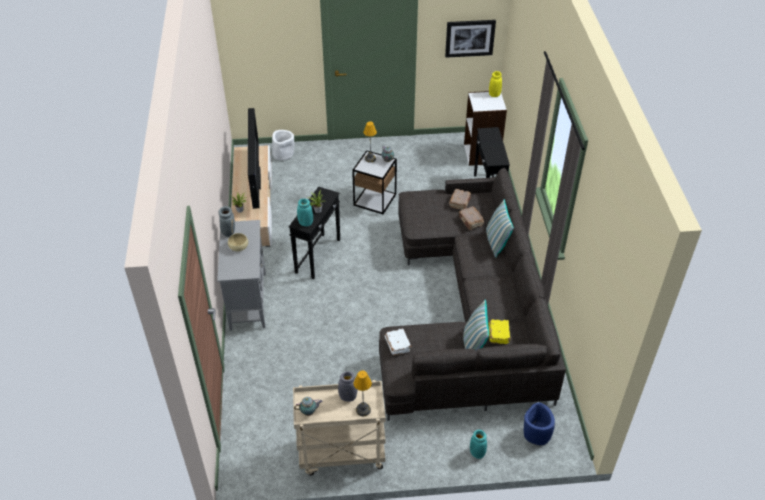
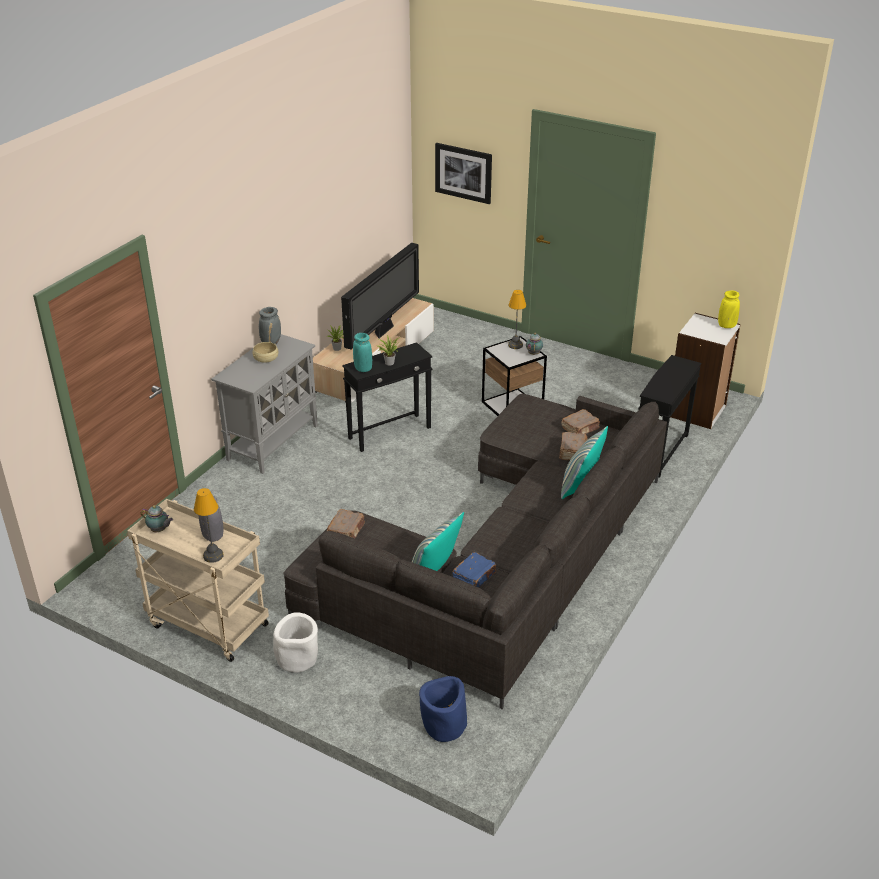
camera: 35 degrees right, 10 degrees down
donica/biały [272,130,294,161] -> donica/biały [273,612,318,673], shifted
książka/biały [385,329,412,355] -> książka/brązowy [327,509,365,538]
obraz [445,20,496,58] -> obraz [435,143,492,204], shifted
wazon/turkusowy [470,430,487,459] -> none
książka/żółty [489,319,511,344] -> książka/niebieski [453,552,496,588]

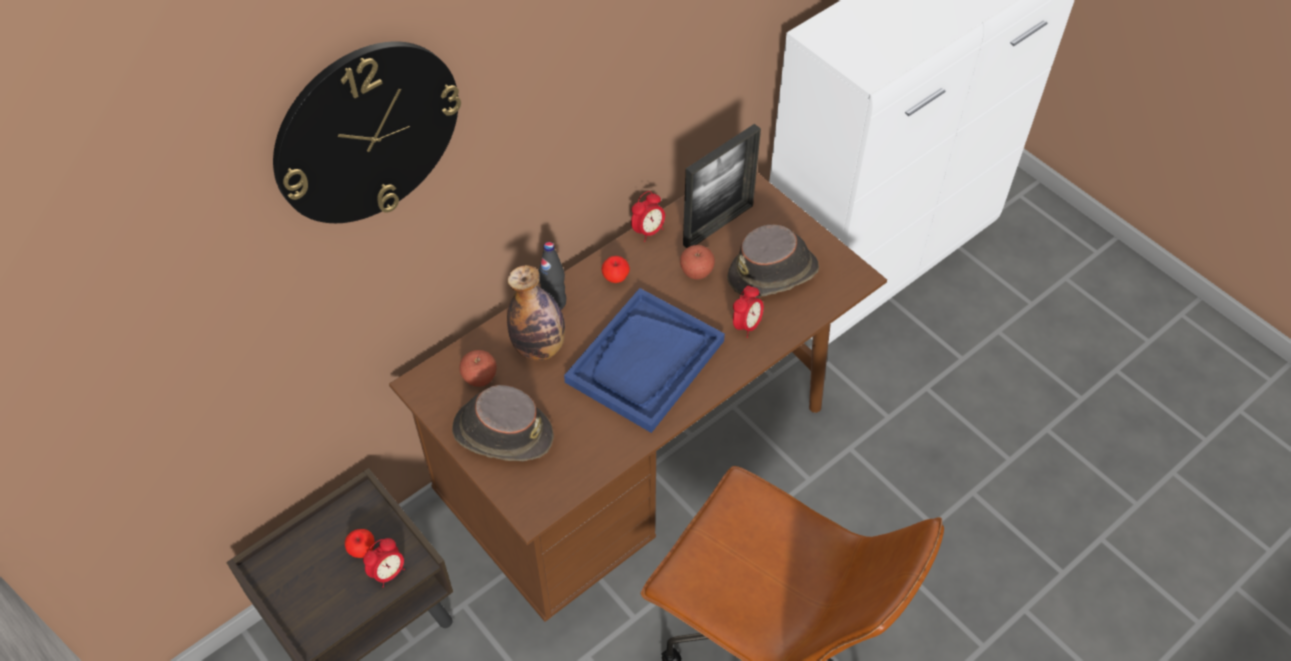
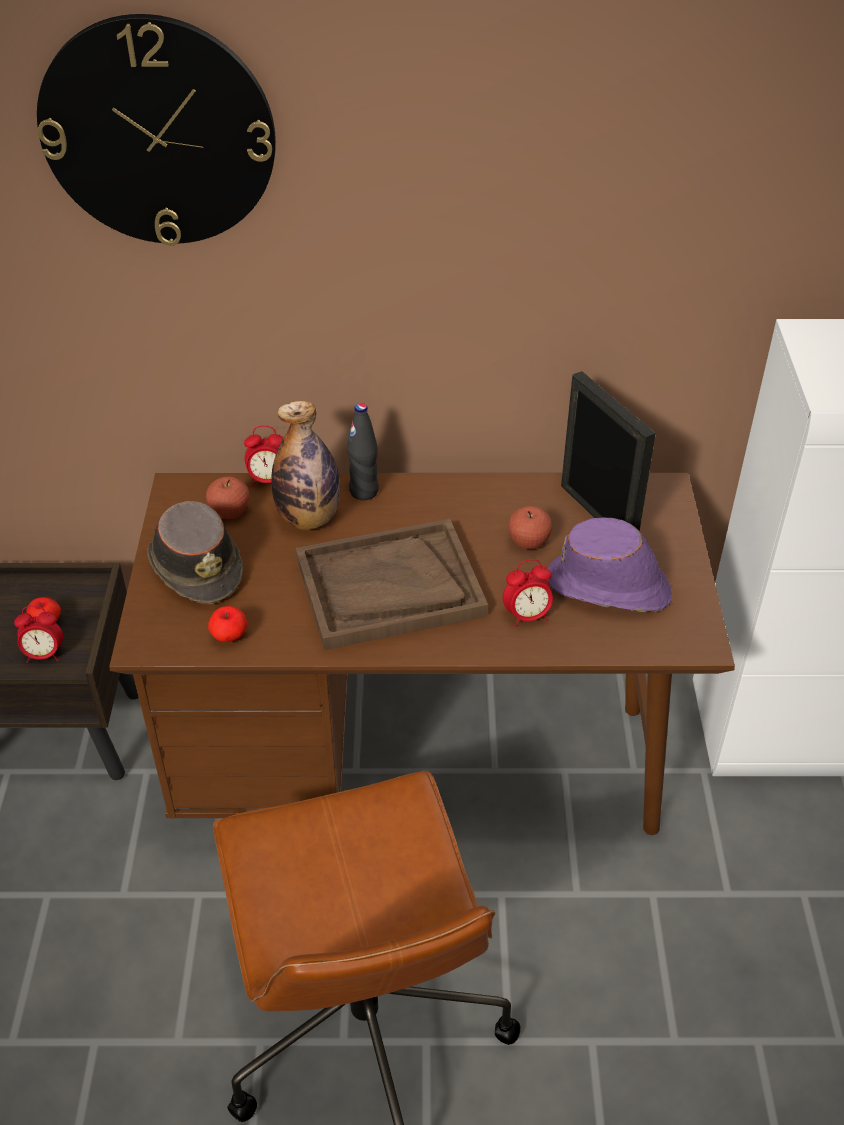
camera: 40 degrees right, 10 degrees down
taca/niebieski [564,288,725,433] -> taca/brązowy [296,519,488,650]
jabłko [602,256,630,283] -> jabłko [208,606,247,642], shifted
budzik [631,191,665,242] -> budzik [244,426,284,487], shifted
ramka na zdjęcie [683,124,761,248] -> ramka na zdjęcie [561,371,656,531], 120 degrees counterclockwise
kapelusz/brązowy [727,224,819,297] -> kapelusz/fioletowy [547,517,672,612]

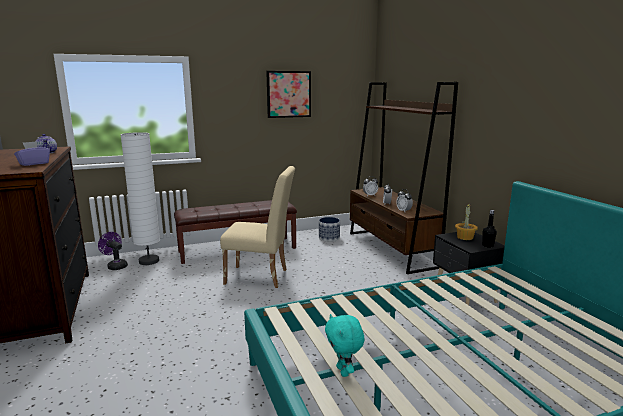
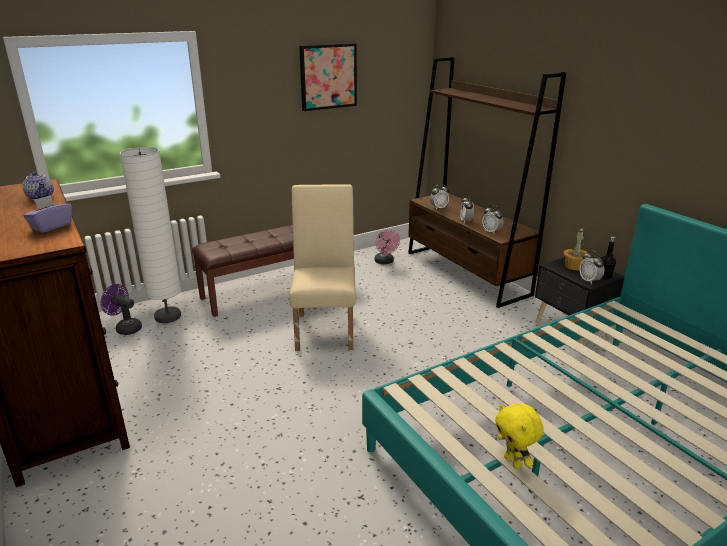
camera: 10 degrees left, 10 degrees up
krzesło/beżowy [220,166,295,288] -> krzesło/beżowy [290,184,356,351], 90 degrees counterclockwise
donica [319,217,340,242] -> wentylator/różowy [375,229,400,264]
pluszak/turkusowy [325,314,364,377] -> pluszak/żółty [495,404,543,469]
none -> budzik [579,251,604,284]

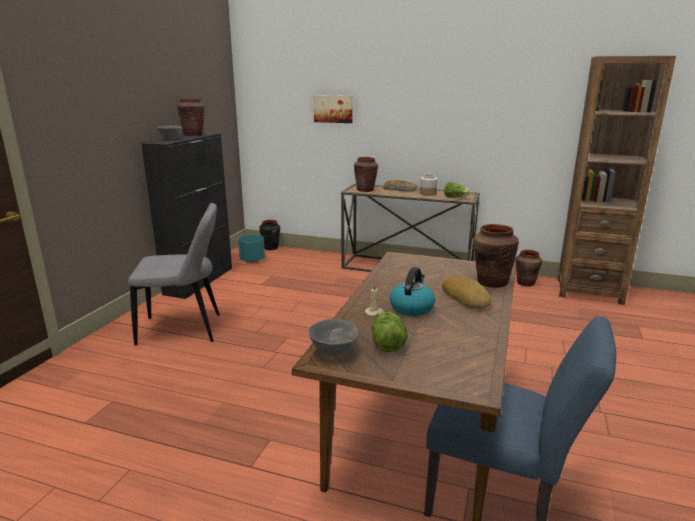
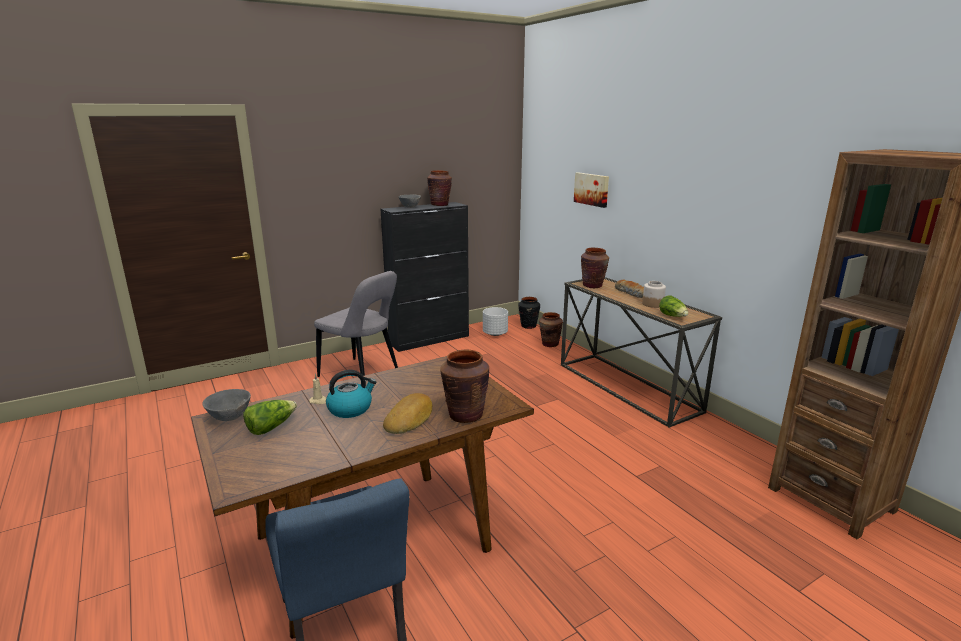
camera: 40 degrees right, 0 degrees up
donica/turkusowy [238,234,265,263] -> donica/biały [483,307,508,336]
wazon/brązowy [516,250,542,287] -> wazon/brązowy [539,312,563,347], shifted

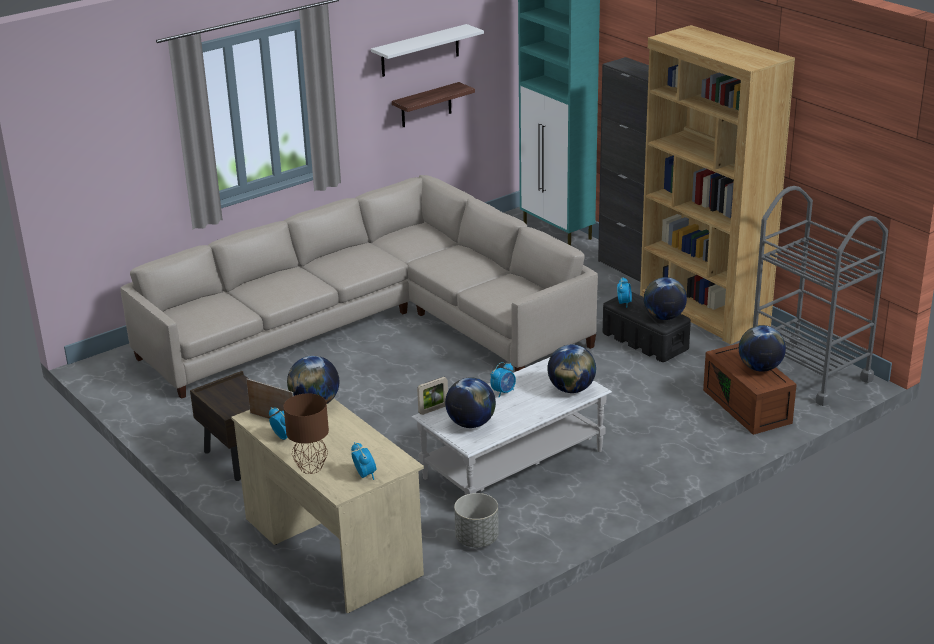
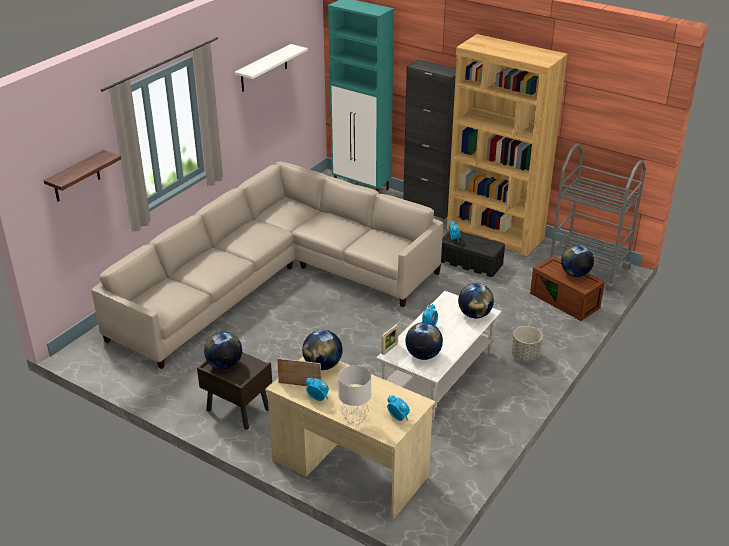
camera: 20 degrees left, 5 degrees up
lampa stołowa/brązowy [284,393,329,474] -> lampa stołowa/szary [338,365,371,426]
półka [392,82,475,127] -> półka [44,150,121,202], shifted
donica/szary [454,493,499,547] -> donica/szary [511,326,543,362], shifted
globus [644,277,687,320] -> globus [204,332,242,370], shifted

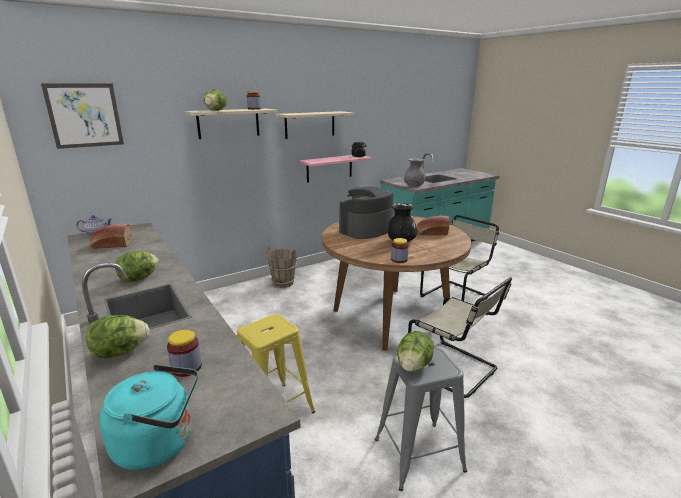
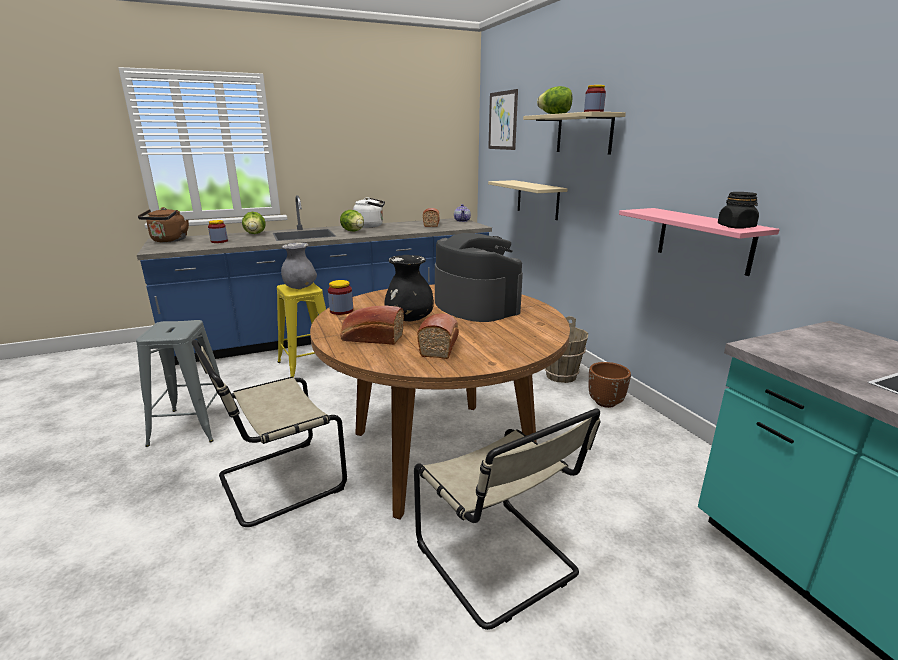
camera: 100 degrees right, 0 degrees up
czajnik/turkusowy [99,364,198,470] -> czajnik/brązowy [138,207,189,242]
półka/beżowy [276,111,355,139] -> półka/beżowy [488,180,568,220], shifted
sałata [397,331,434,372] -> none
wazon/szary [404,158,425,187] -> wazon/szary [281,243,317,289], shifted
none -> chleb [340,305,404,345]
none -> czajnik/biały [353,197,385,228]
none -> donica/brązowy [589,362,631,408]

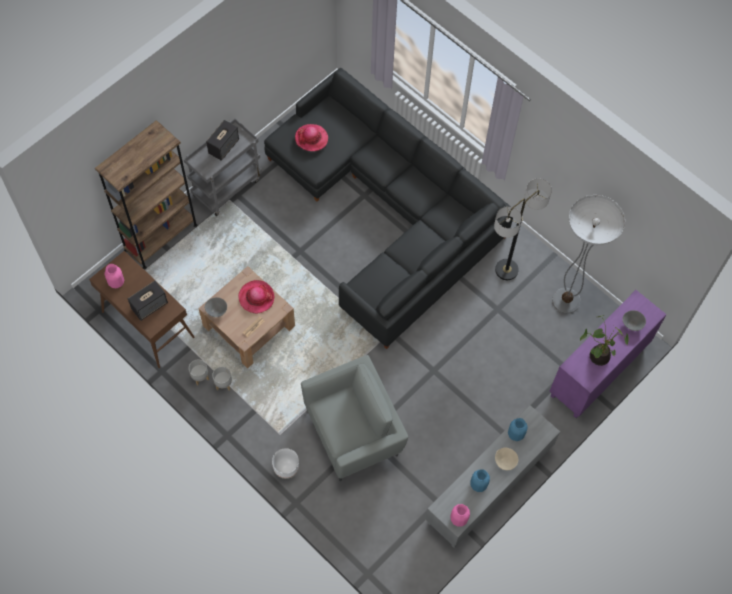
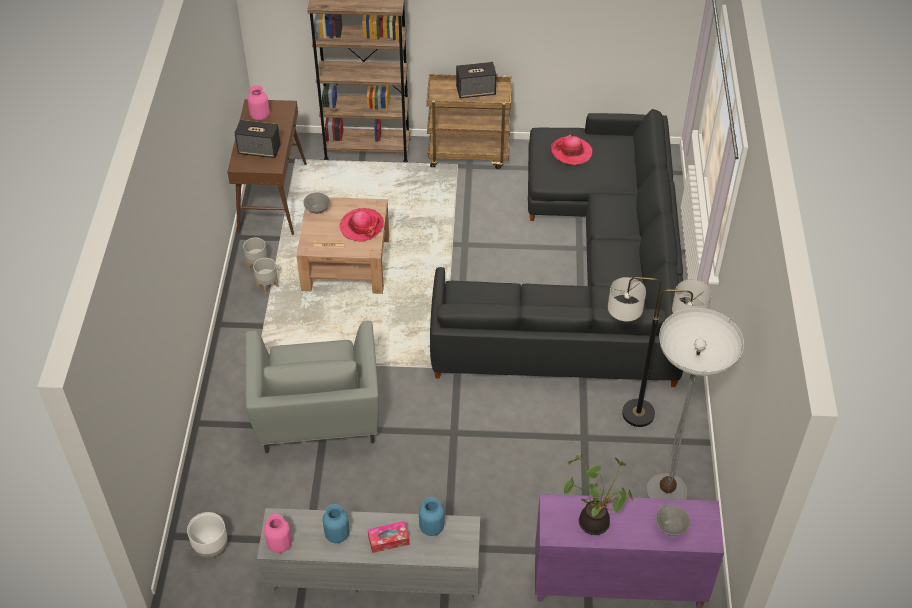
camera: 50 degrees right, 15 degrees down
wózek/szary [184,119,262,216] -> wózek/brązowy [427,73,512,169]
donica/biały [272,448,299,479] -> donica/biały [187,512,227,558], shifted
fotel/szary [301,355,408,481] -> fotel/szary [245,321,379,453], 60 degrees clockwise
miska/beżowy [495,448,518,470] -> pudełko chusteczek [368,521,410,553]

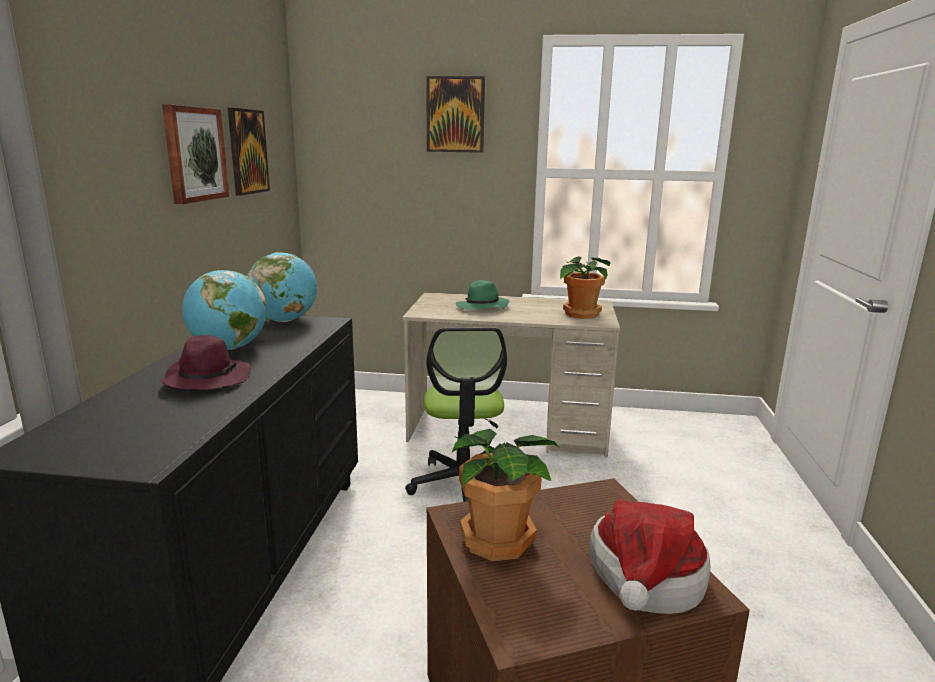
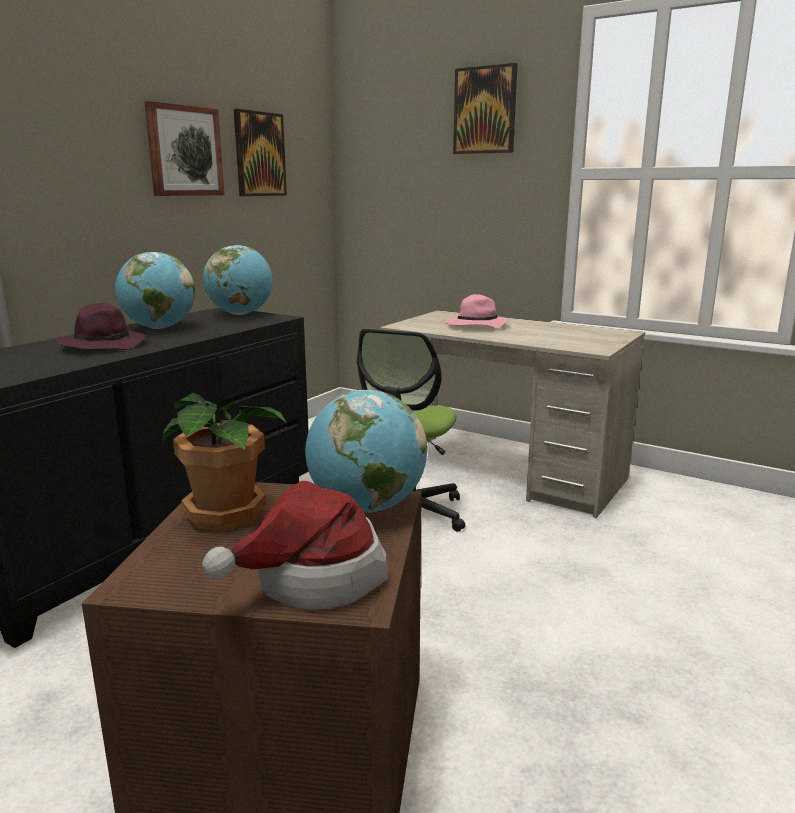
camera: 25 degrees right, 0 degrees up
kapelusz/zielony [456,280,509,310] -> kapelusz/różowy [446,294,509,328]
roślina doniczkowa [560,256,611,319] -> none
none -> globus [305,390,427,512]

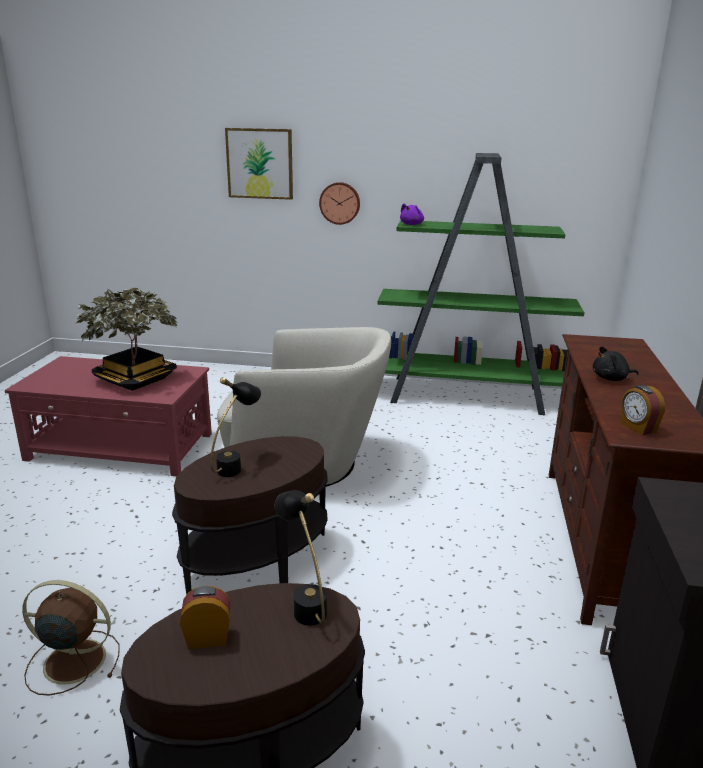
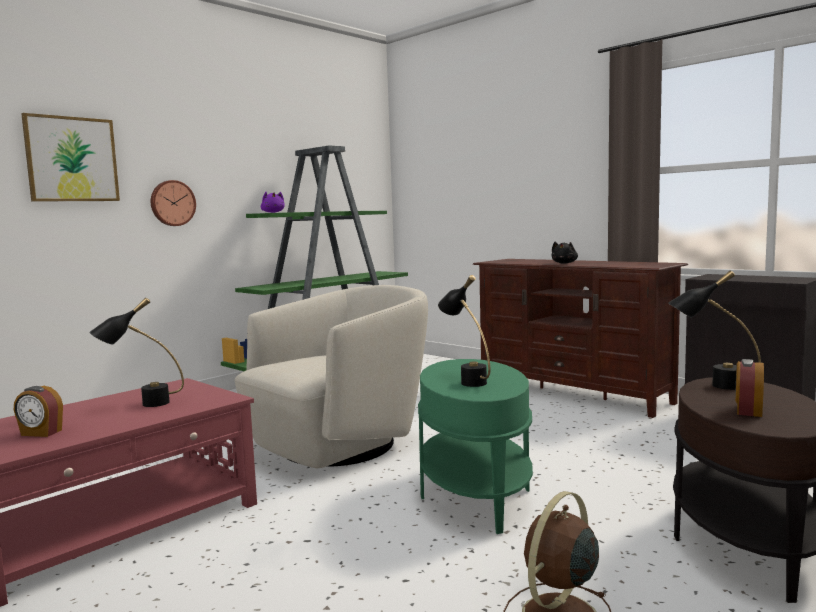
camera: 55 degrees left, 15 degrees down
roślina doniczkowa [74,288,178,391] -> lampa stołowa/czarny [89,298,184,407]
stolik/brązowy [172,436,328,594] -> stolik/zielony [418,359,533,534]
budzik [621,385,665,435] -> budzik [14,386,63,437], shifted

